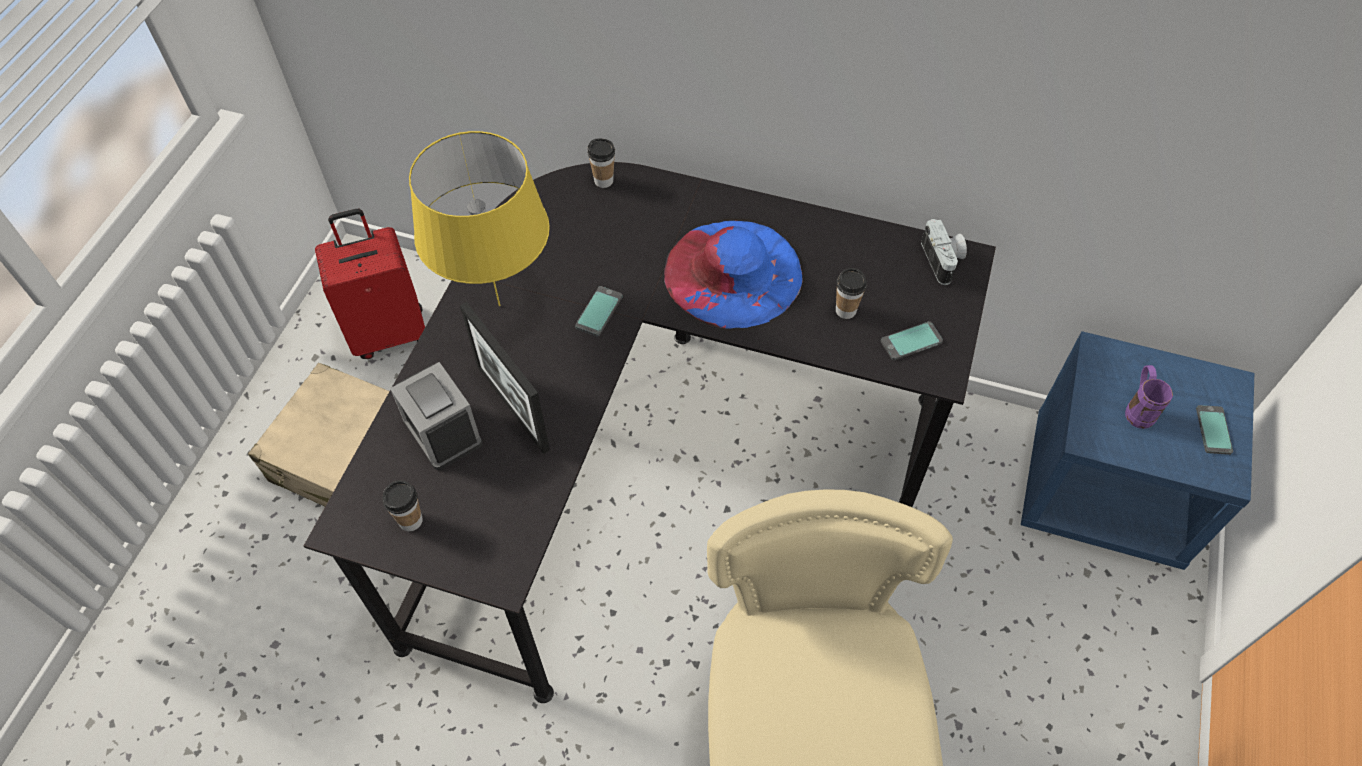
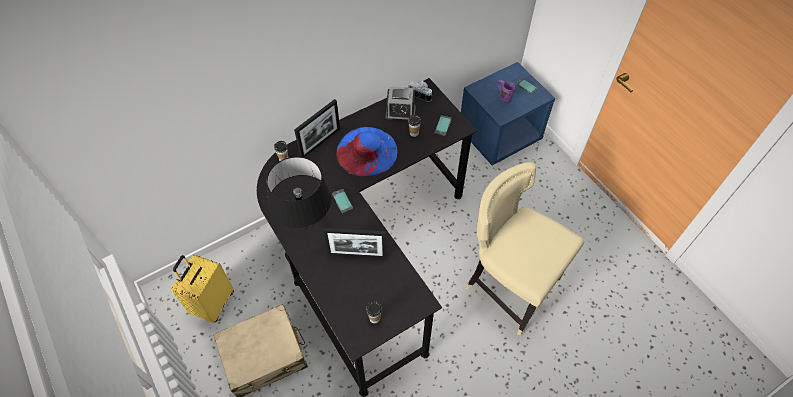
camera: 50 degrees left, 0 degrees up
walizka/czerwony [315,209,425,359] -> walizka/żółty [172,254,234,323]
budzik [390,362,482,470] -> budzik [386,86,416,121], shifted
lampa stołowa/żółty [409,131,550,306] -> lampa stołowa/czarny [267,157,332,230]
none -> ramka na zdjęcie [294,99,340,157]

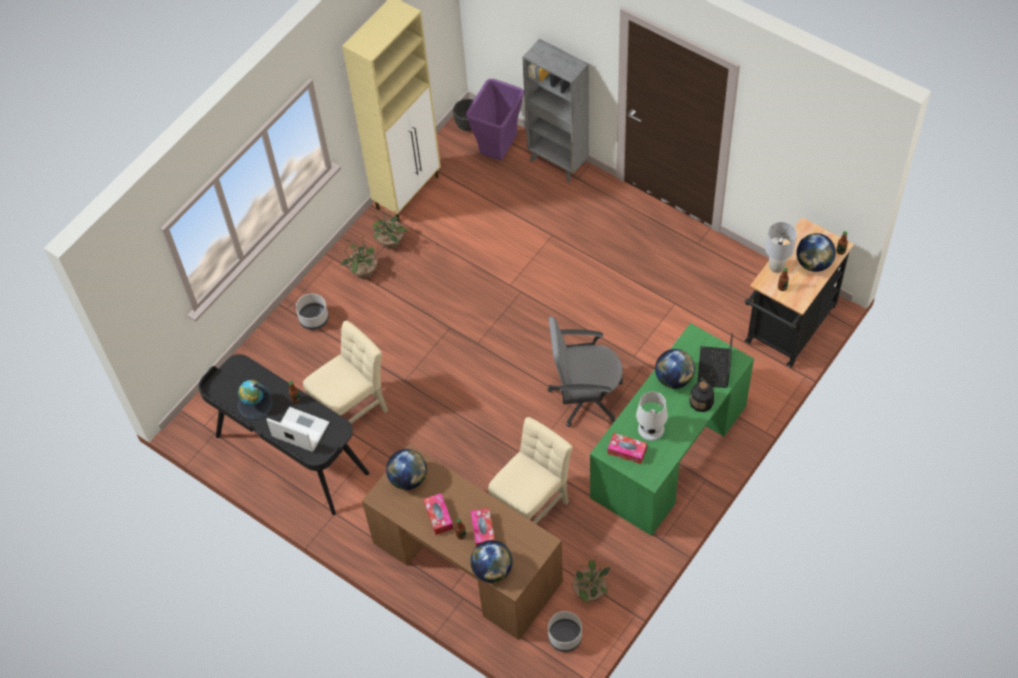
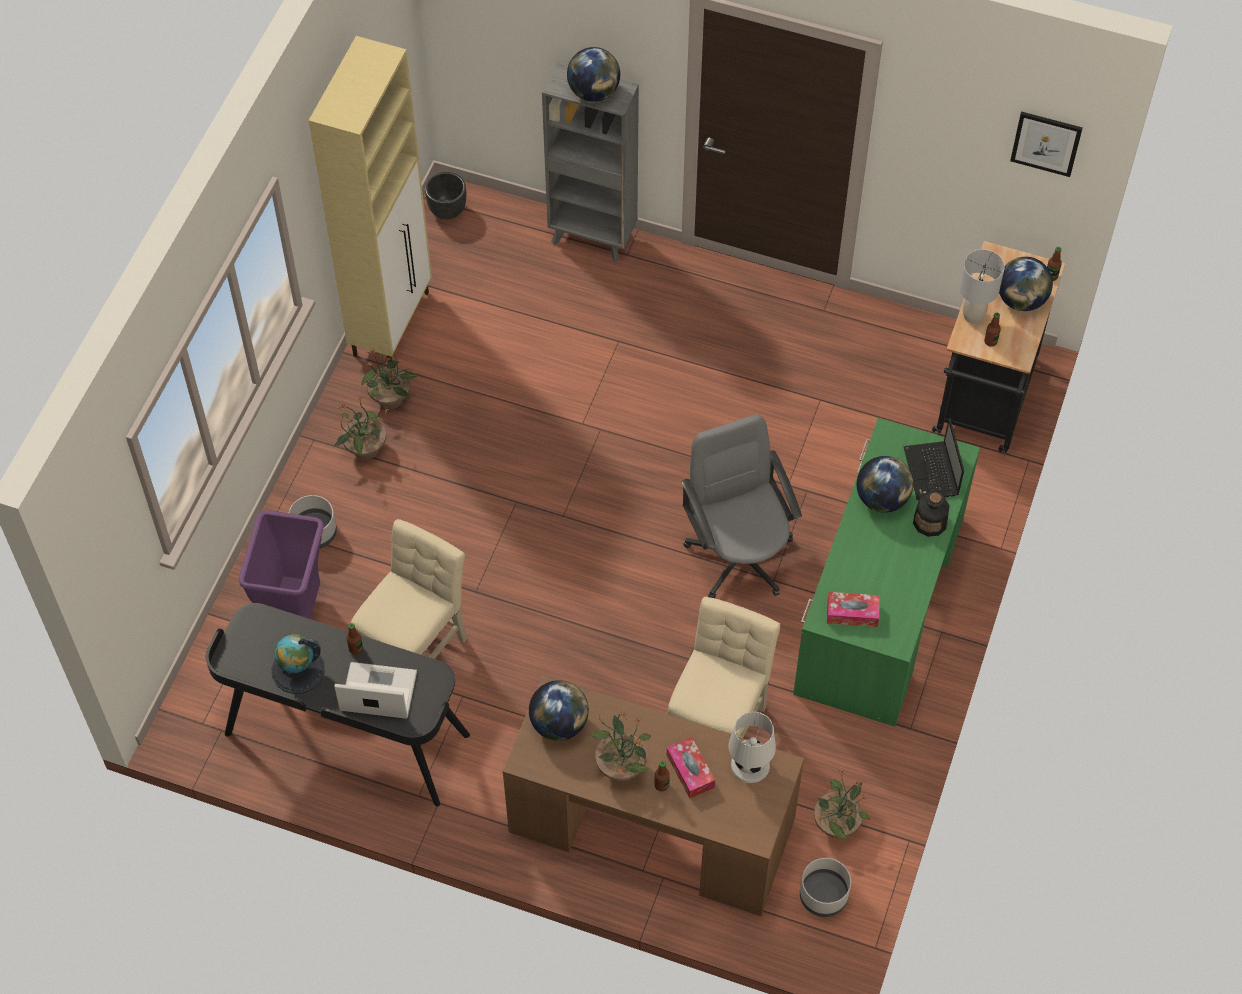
camera: 20 degrees left, 0 degrees up
pudełko chusteczek [423,493,453,535] -> roślina doniczkowa [589,711,651,782]
kosz na śmieci/fioletowy [466,79,524,160] -> kosz na śmieci/fioletowy [238,510,324,619], shifted
globus [470,540,513,583] -> globus [567,47,620,102], shifted
krzesło biurowe/szary [548,316,623,427] -> krzesło biurowe/szary [681,414,802,598], 90 degrees clockwise
lampa stołowa/biały [636,391,668,441] -> lampa stołowa/biały [729,712,776,783], shifted
none -> obraz [1010,111,1083,177]

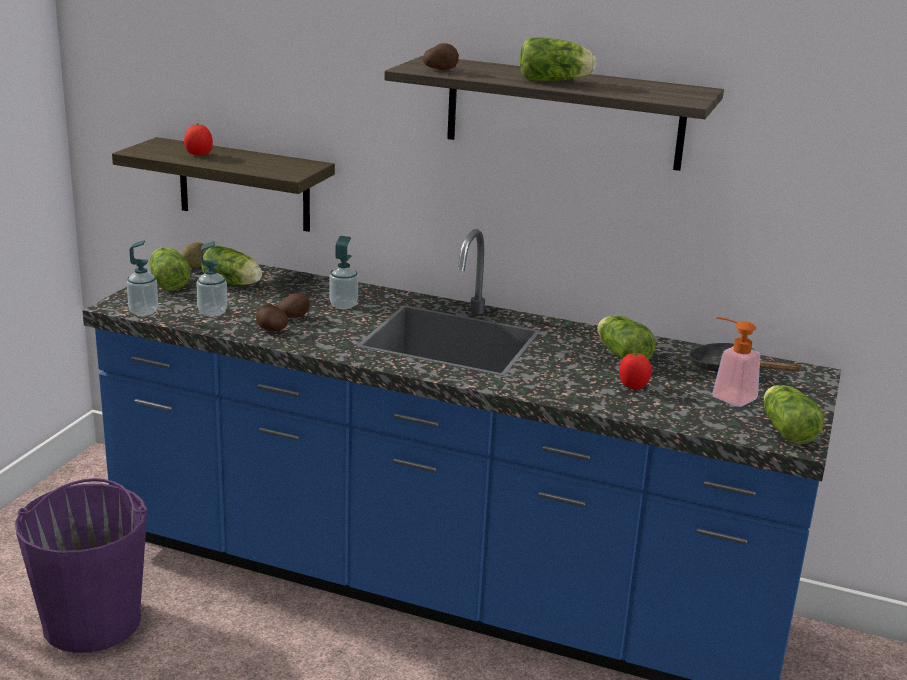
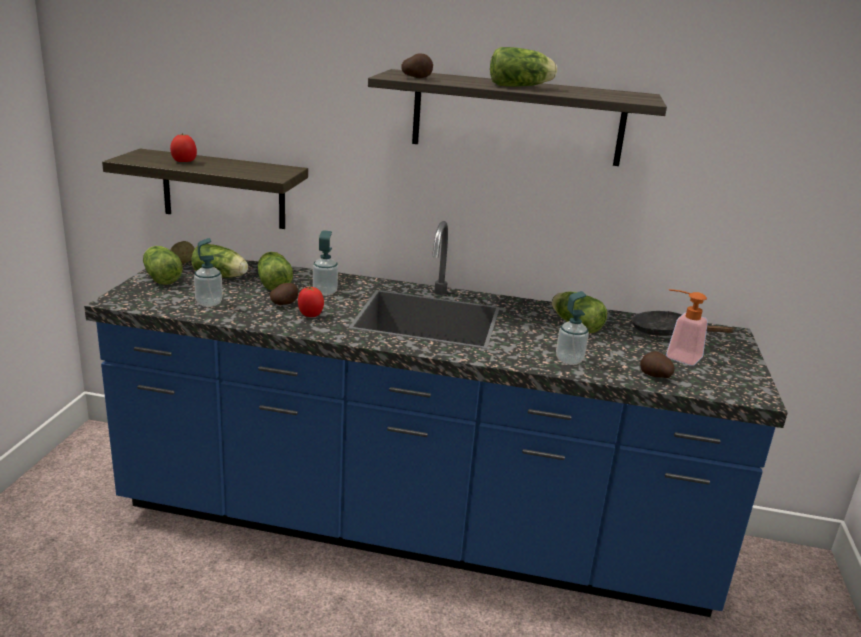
camera: 10 degrees left, 0 degrees up
wiadro/fioletowy [15,478,147,653] -> none
dozownik mydła [127,240,158,316] -> dozownik mydła [556,291,589,365], shifted
ziemniak [256,304,288,331] -> ziemniak [640,351,675,378], shifted
pomidor [619,353,652,389] -> pomidor [298,287,324,317], shifted
sałata [764,385,824,445] -> sałata [258,252,293,290], shifted

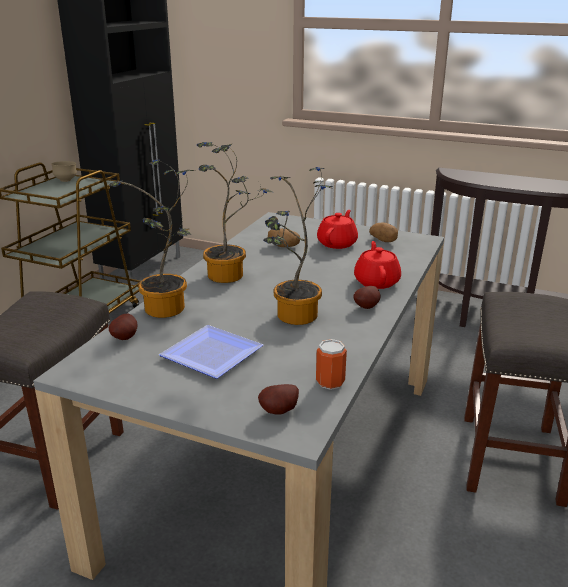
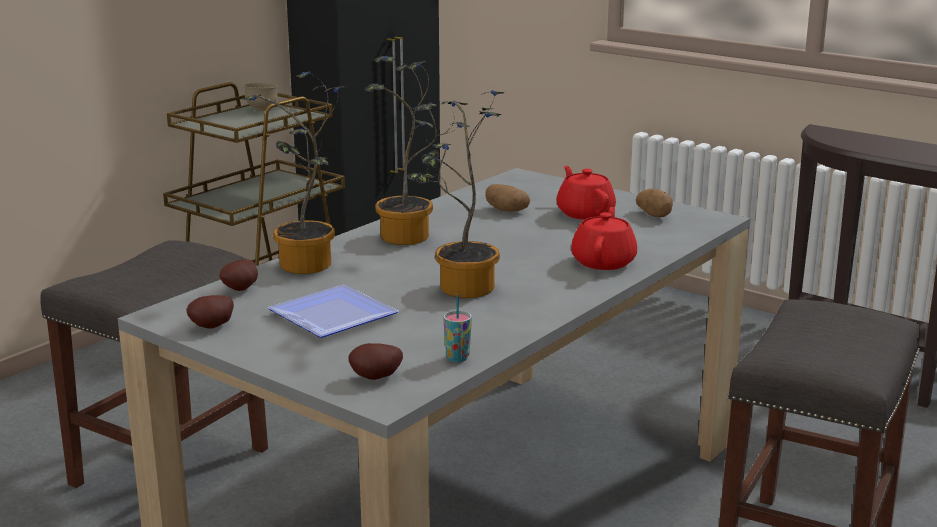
camera: 15 degrees right, 5 degrees down
puszka [316,339,347,390] -> filiżanka [443,295,472,362]
imbryk/czerwony [317,210,358,249] -> imbryk/czerwony [557,166,616,220], 60 degrees counterclockwise
ziemniak [353,286,381,309] -> ziemniak [186,295,234,329], shifted

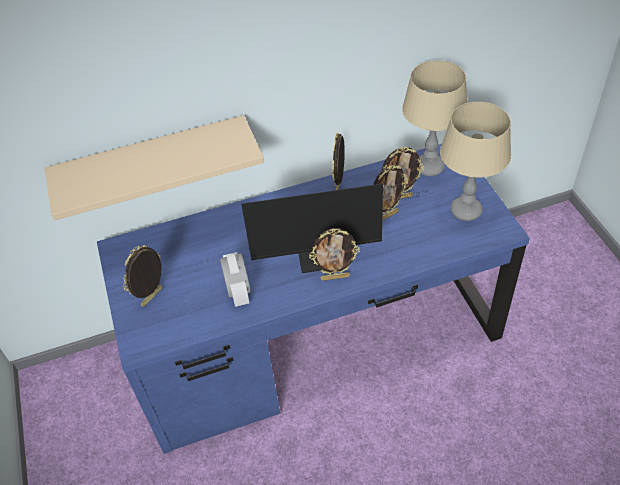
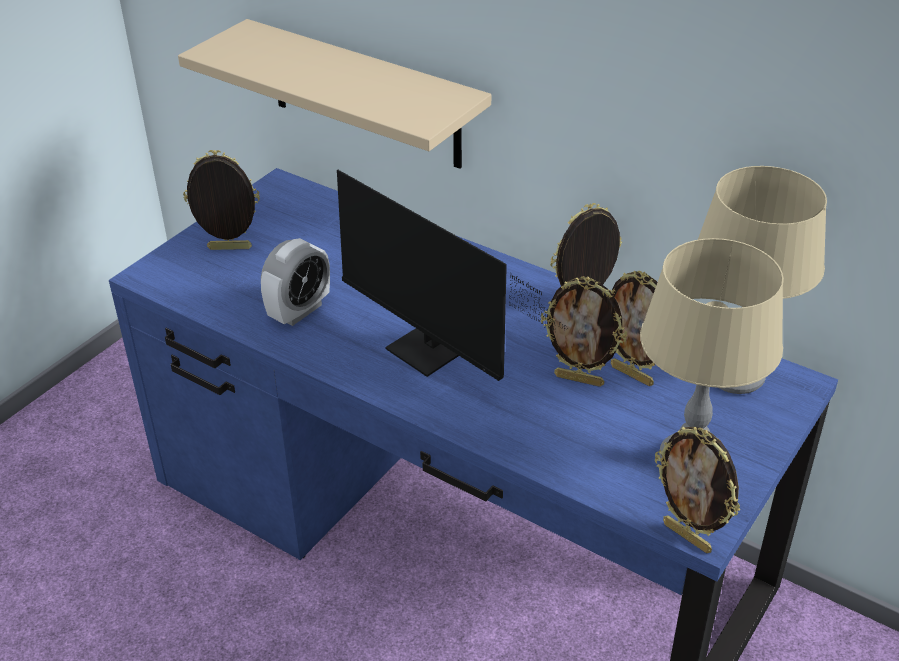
camera: 50 degrees right, 10 degrees down
ramka na zdjęcie [309,228,360,281] -> ramka na zdjęcie [655,427,740,553], shifted

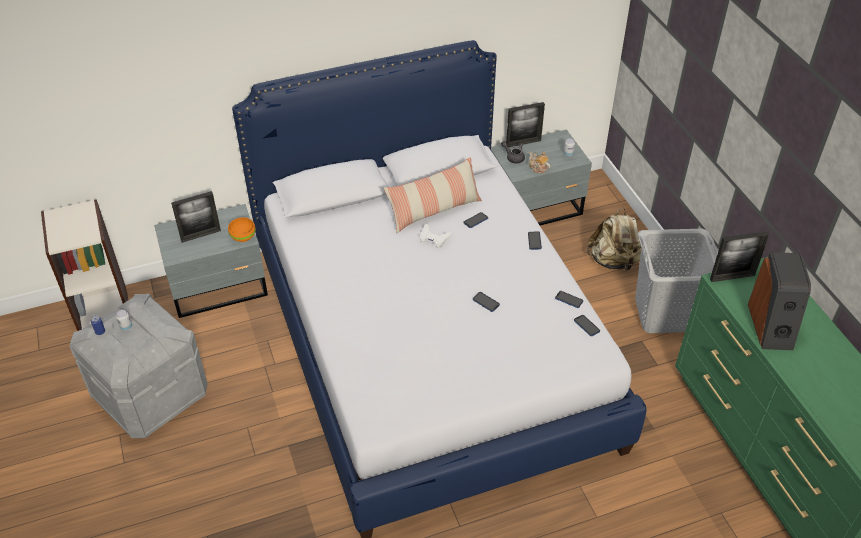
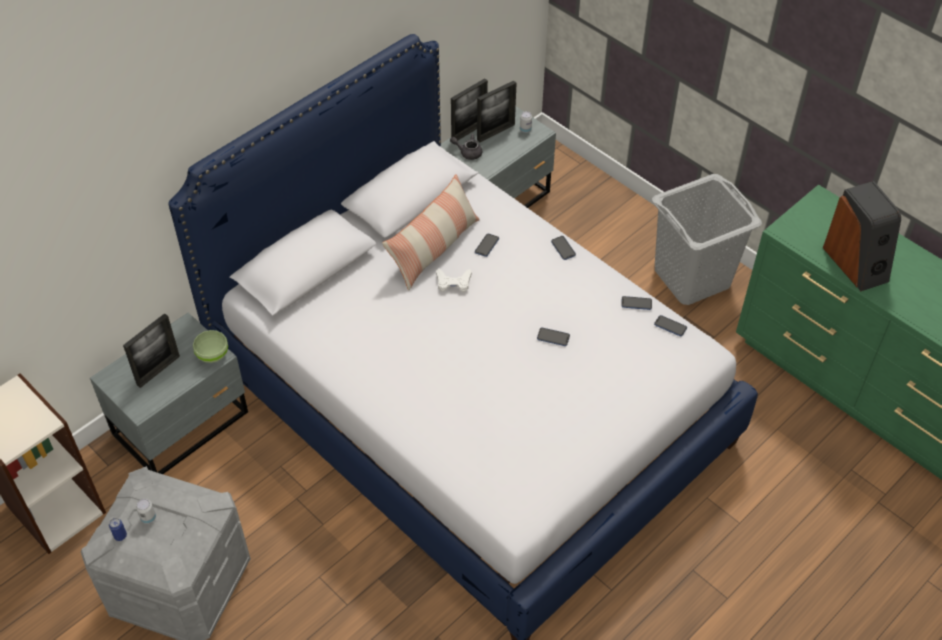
camera: 25 degrees left, 5 degrees up
miska/pomarańczowy [228,217,256,242] -> miska/zielony [193,330,228,363]
imbryk [529,152,551,173] -> none
plecak/beżowy [587,207,641,271] -> none
ramka na zdjęcie [710,231,769,282] -> ramka na zdjęcie [477,81,516,143], shifted

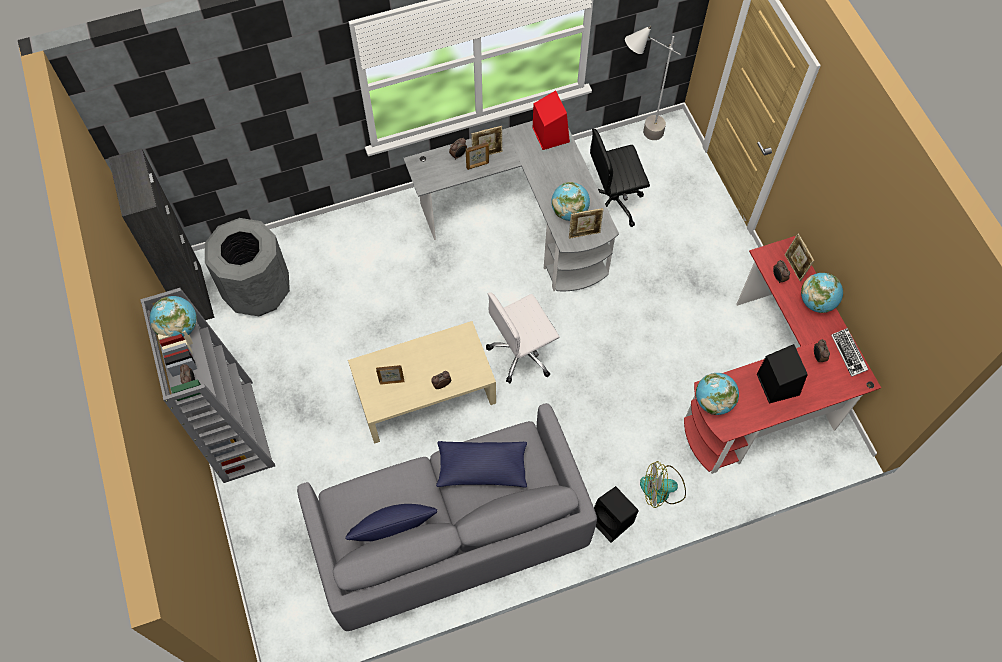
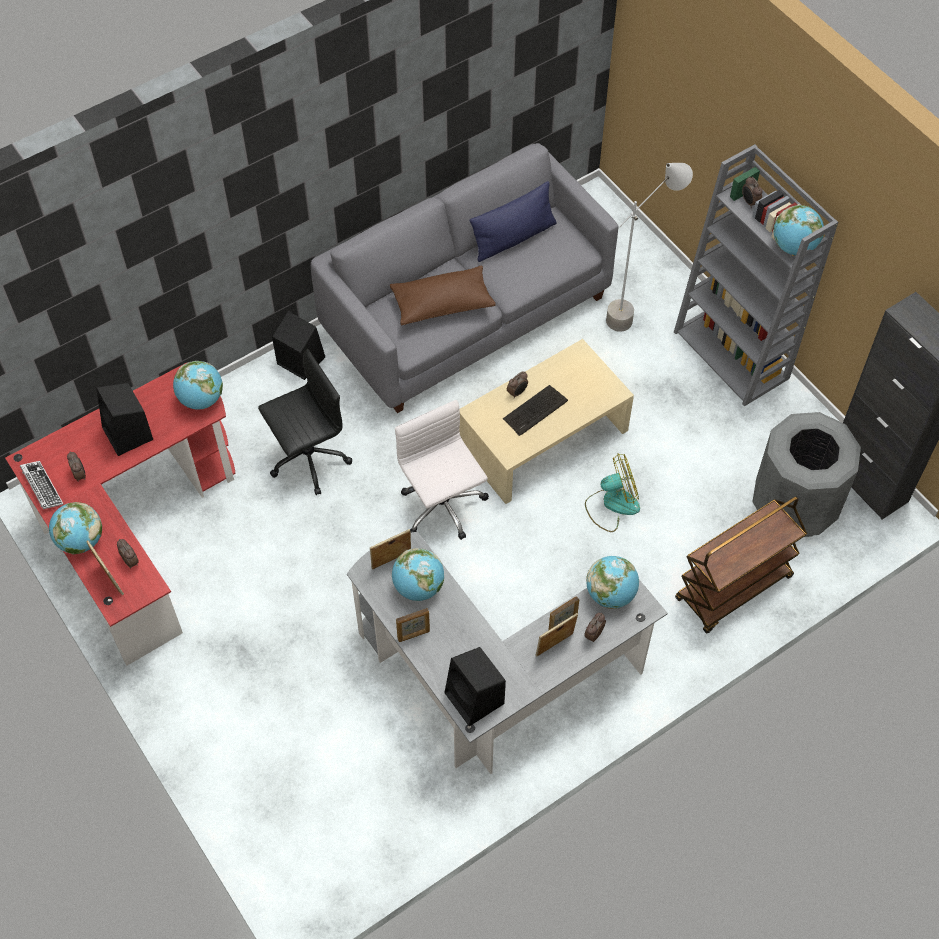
camera: 165 degrees right, 5 degrees down
ramka na zdjęcie [376,365,405,385] -> ramka na zdjęcie [396,608,430,642], shifted
poduszka/niebieski [436,441,527,487] -> poduszka/brązowy [390,265,496,325]
krzesło biurowe/biały [486,292,560,383] -> krzesło biurowe/biały [395,400,489,540], 75 degrees counterclockwise
głośnik/czerwony [532,90,570,150] -> głośnik/czarny [445,647,506,726]
krzesło biurowe/czarny [590,129,650,227] -> krzesło biurowe/czarny [258,349,352,495], shifted
lampa stojąca/szary [625,26,681,140] -> lampa stojąca/szary [606,163,693,332], shifted
wentylator [640,461,686,508] -> wentylator [585,453,640,532], shifted
none -> klawiatura [503,385,568,436]
none -> globus [586,556,639,609]
none -> wózek/brązowy [675,497,807,634]

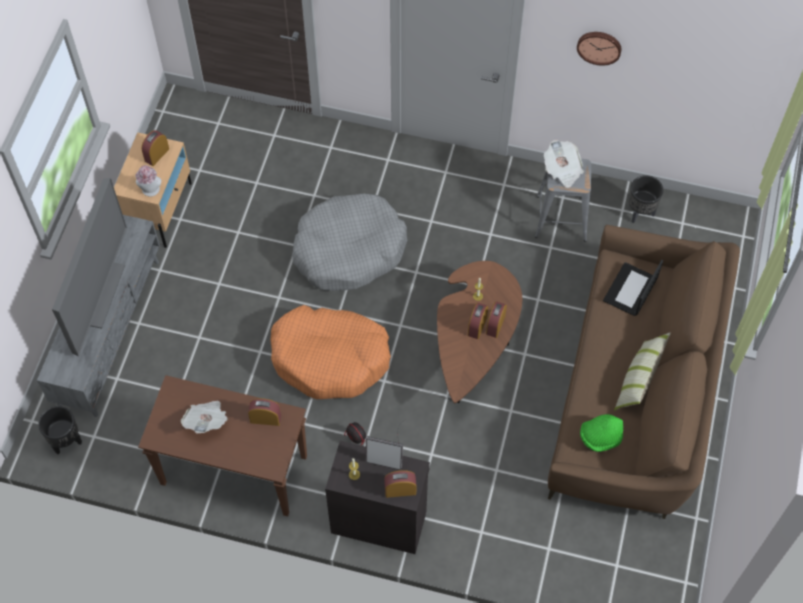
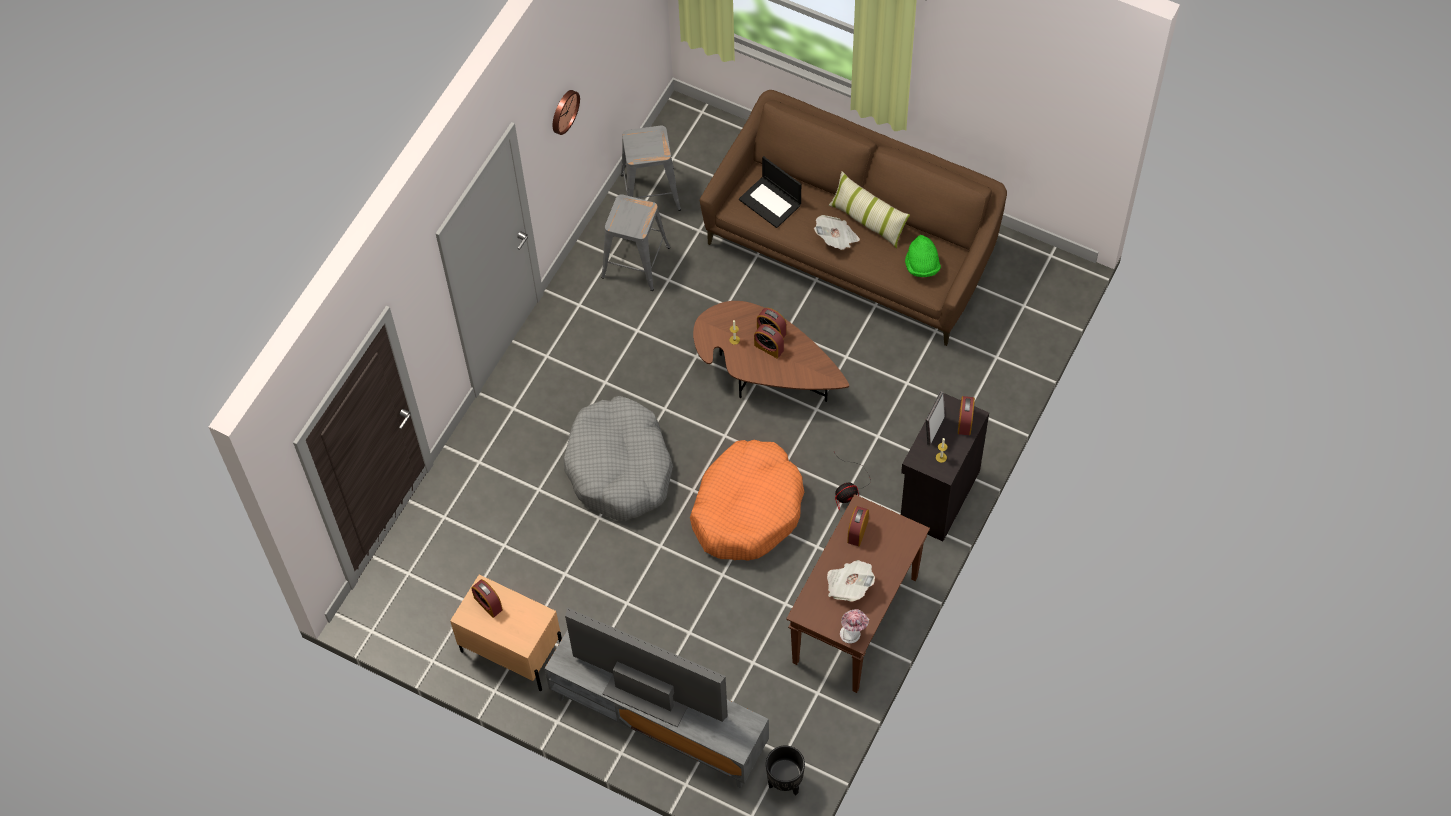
camera: 75 degrees left, 0 degrees up
kapelusz [136,165,161,197] -> kapelusz [840,609,869,644], shifted
gazeta [544,140,584,188] -> gazeta [814,215,860,250], shifted
donica/czarny [629,175,663,223] -> stołek/szary [620,126,681,211]

